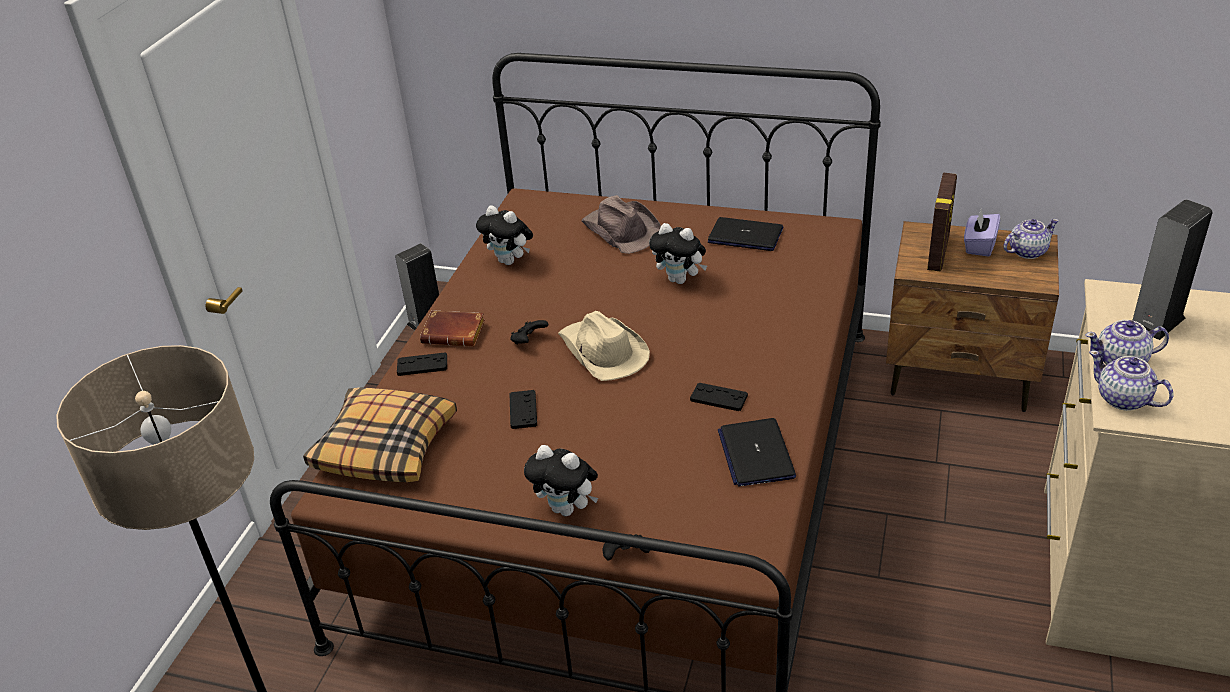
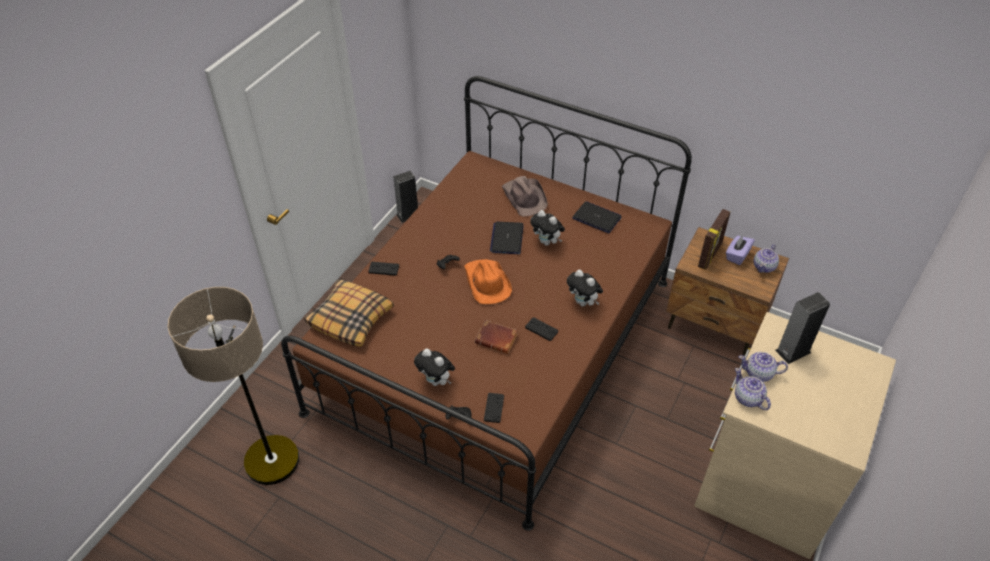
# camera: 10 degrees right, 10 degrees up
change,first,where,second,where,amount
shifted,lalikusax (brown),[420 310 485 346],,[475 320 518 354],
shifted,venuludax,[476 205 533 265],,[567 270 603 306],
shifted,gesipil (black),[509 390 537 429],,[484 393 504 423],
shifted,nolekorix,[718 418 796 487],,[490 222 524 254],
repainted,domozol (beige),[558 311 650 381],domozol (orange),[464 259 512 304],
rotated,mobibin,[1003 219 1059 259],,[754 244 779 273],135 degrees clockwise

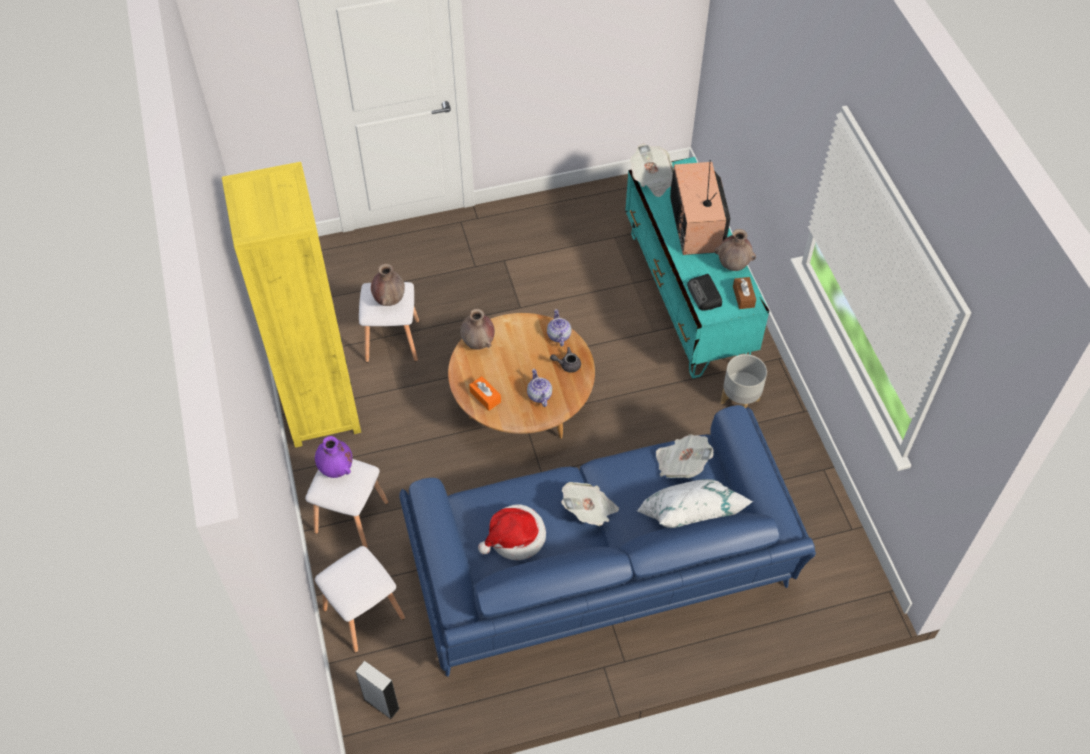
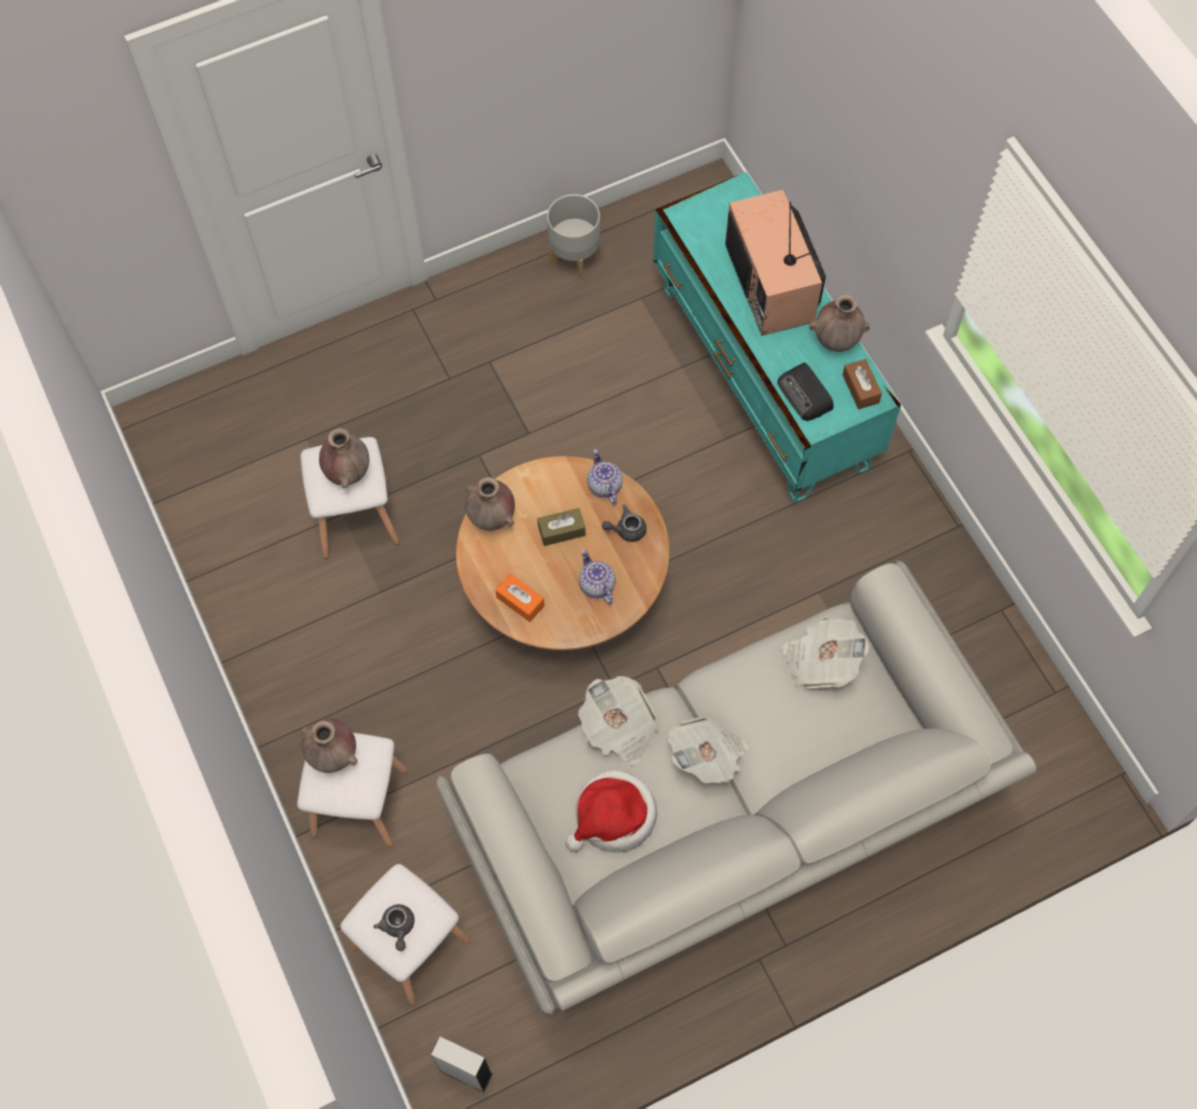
# camera: 10 degrees left, 10 degrees up
change,first,where,second,where,amount
gone,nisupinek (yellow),[222 162 361 448],,,
gone,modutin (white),[637 479 753 528],,,
new,,,mobibin (grey),[374 904 415 951],
new,,,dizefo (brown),[537 508 585 546],
shifted,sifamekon,[630 143 674 197],,[578 676 660 766],
shifted,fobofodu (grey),[721 354 767 408],,[547 194 600 279],
repainted,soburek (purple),[315 436 353 478],soburek (brown),[301 718 358 773],
repainted,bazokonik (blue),[399 405 816 677],bazokonik (grey),[436 561 1037 1016],

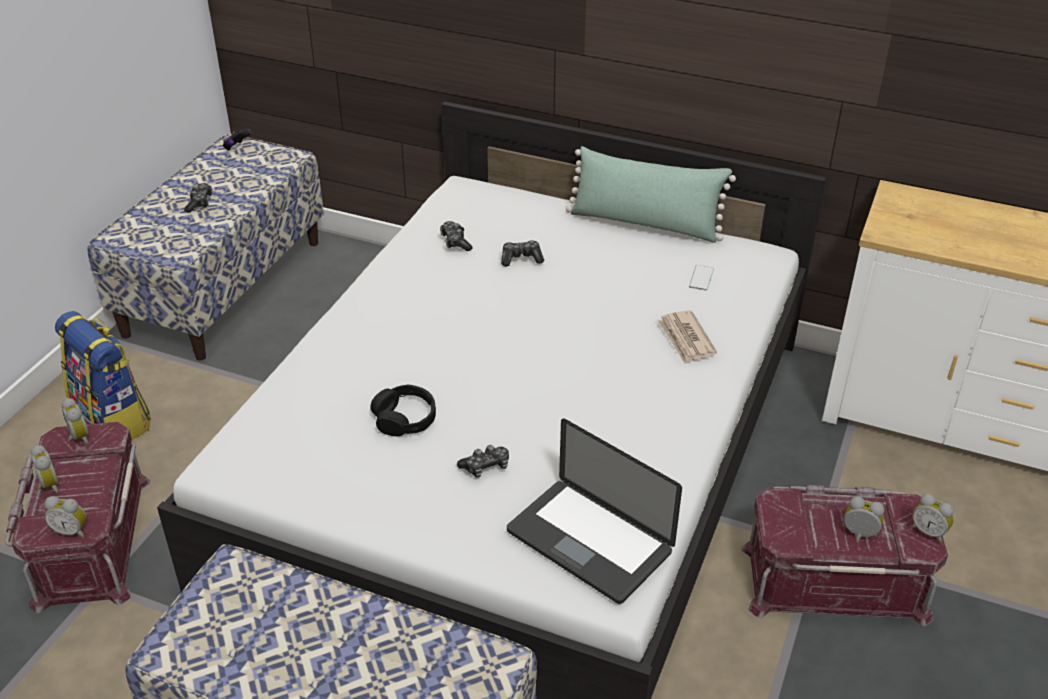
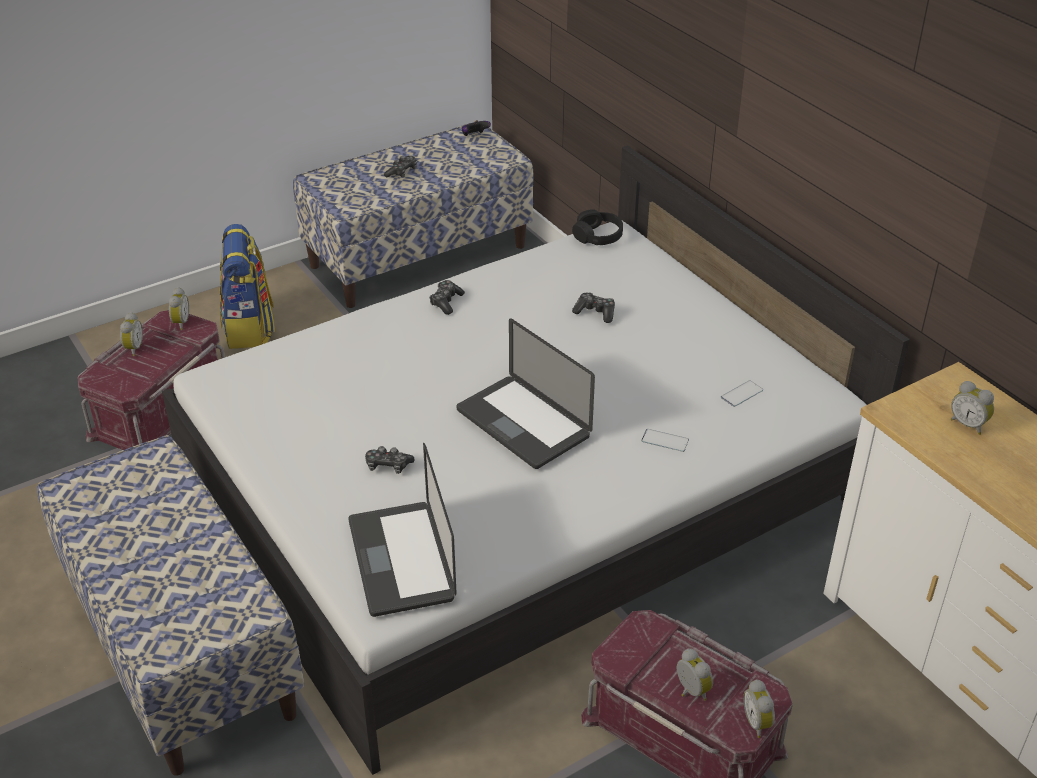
# camera: 35 degrees right, 0 degrees up
change,first,where,second,where,amount
gone,modutin (green),[566 146 736 243],,,
new,,,nolekorix,[456 319 595 469],
shifted,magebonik,[44 496 86 538],,[951 381 994 435],
shifted,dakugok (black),[371 385 436 436],,[572 209 623 245],
shifted,gesipil,[440 221 472 251],,[429 280 465 315],
swapped,sifamekon,[657 310 717 364],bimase,[641 429 689 452],

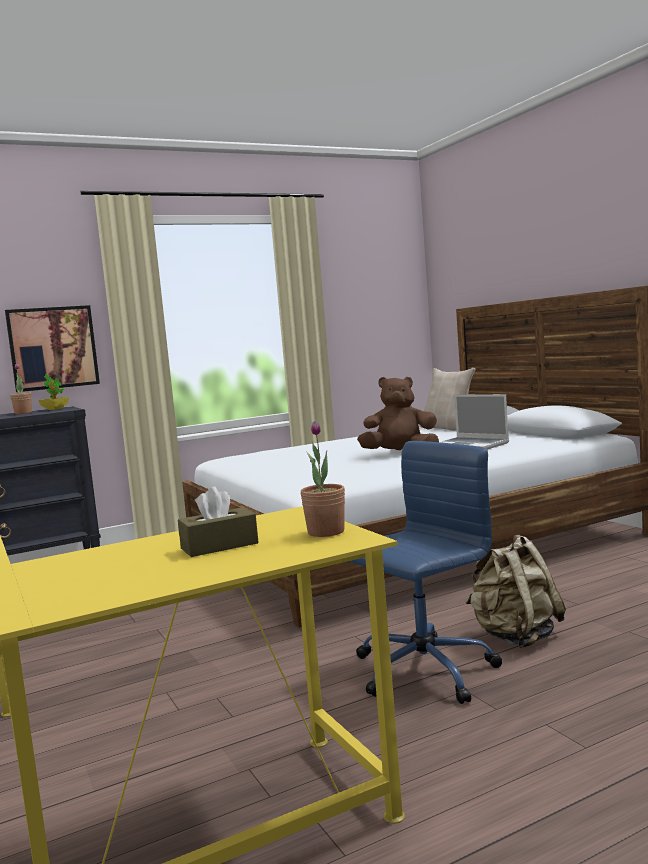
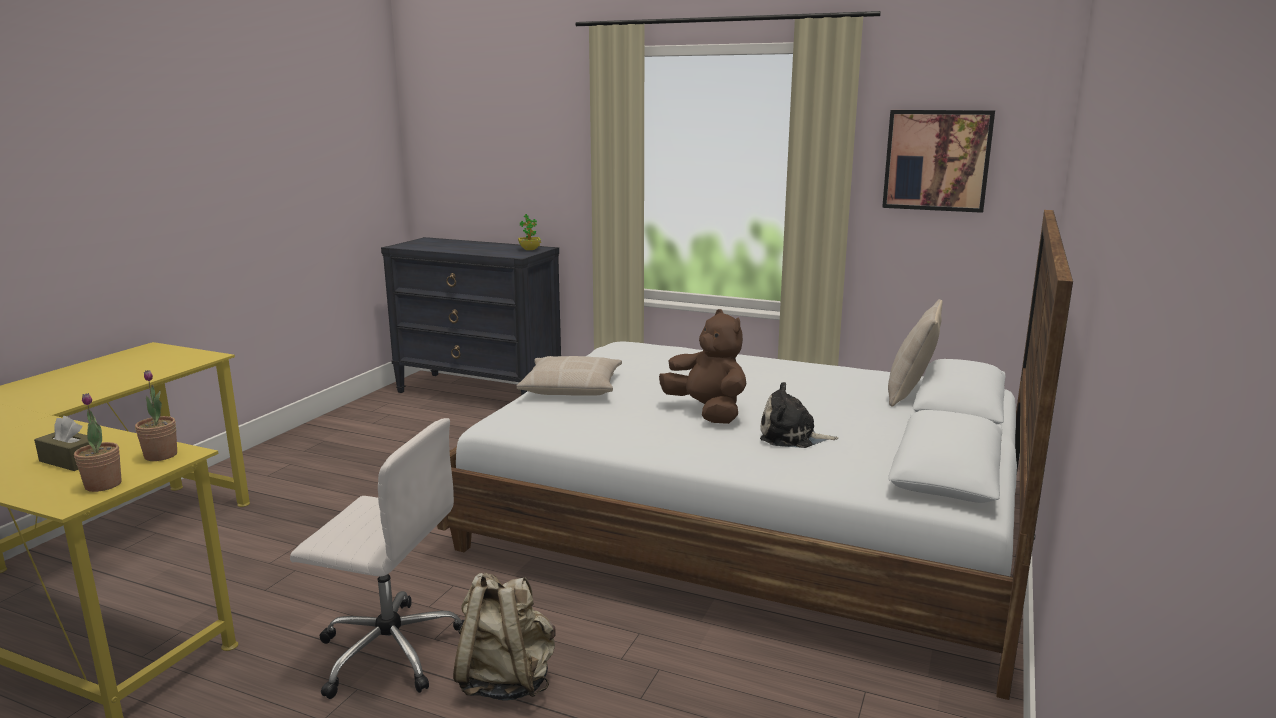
# camera: 50 degrees right, 10 degrees up
change,first,where,second,where,amount
new,,,modutin (beige),[517 356 622 396],
shifted,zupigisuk,[5 305 100 392],,[882 110 995 213],
shifted,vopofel,[10 364 32 414],,[135 370 177 461],
swapped,nolekorix,[441 394 509 450],venuludax,[760 382 838 448],
repainted,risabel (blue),[349 441 502 704],risabel (white),[290 418 464 699],

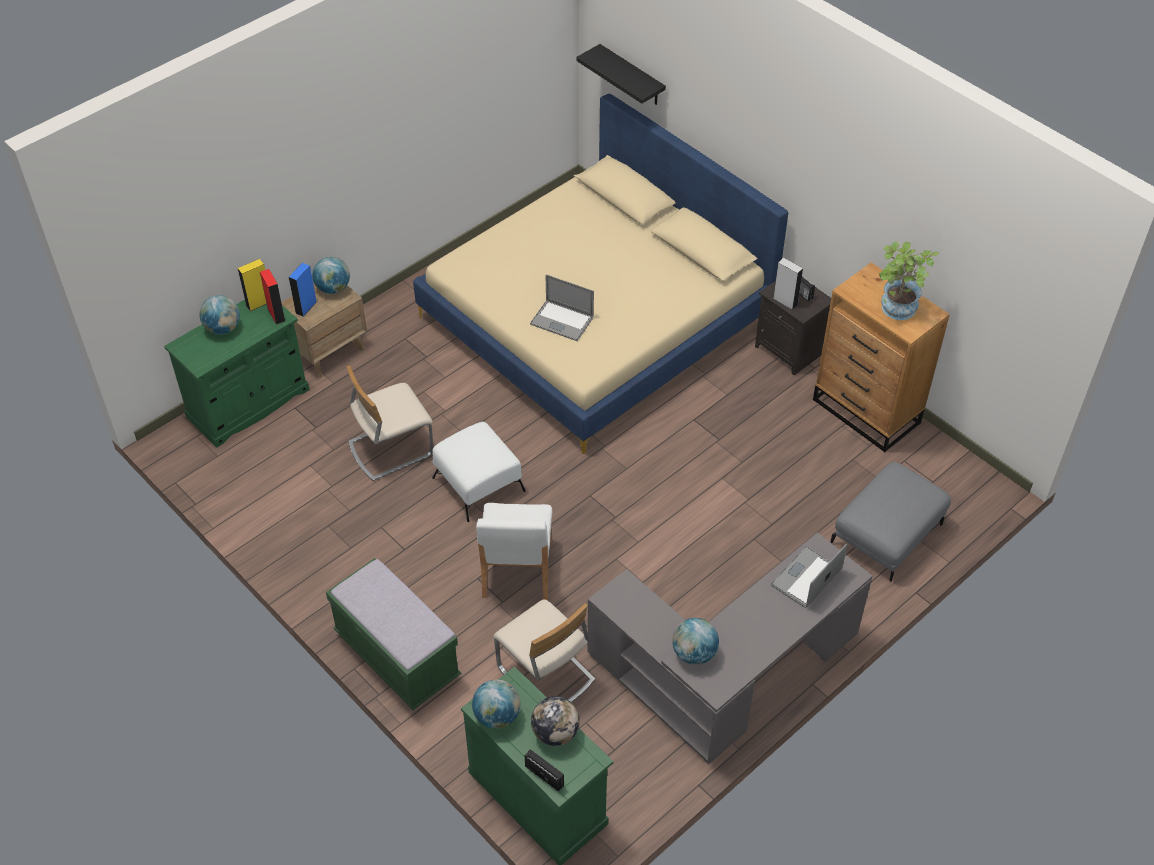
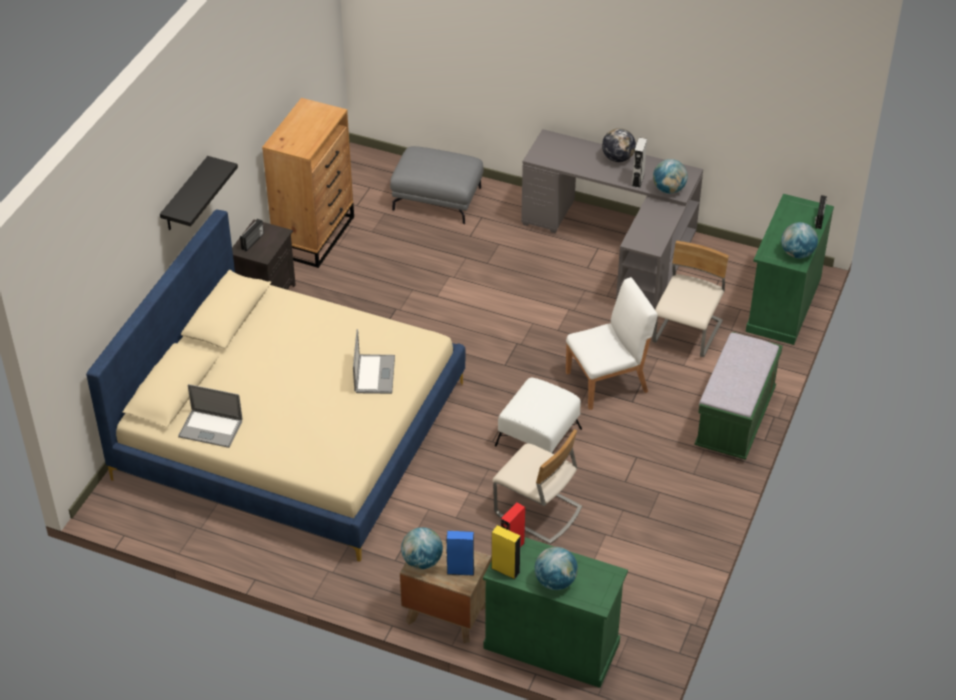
# camera: 115 degrees left, 5 degrees down
change,first,where,second,where,amount
gone,vopofel,[879 241 939 320],,,
shifted,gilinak,[531 696 580 746],,[602 128 636 162],
shifted,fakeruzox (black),[576 44 666 105],,[160 156 238 230],
shifted,nolekorix,[771 543 847 608],,[178 384 242 448],
shifted,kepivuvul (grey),[773 258 803 310],,[631 137 647 188],

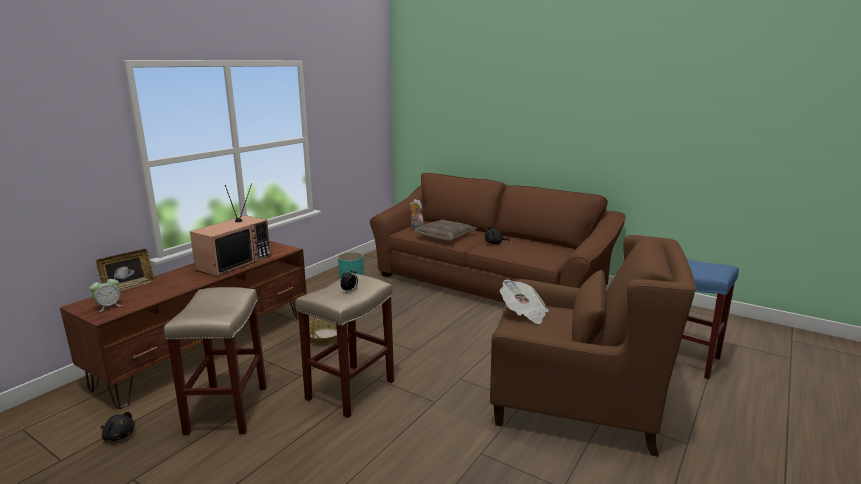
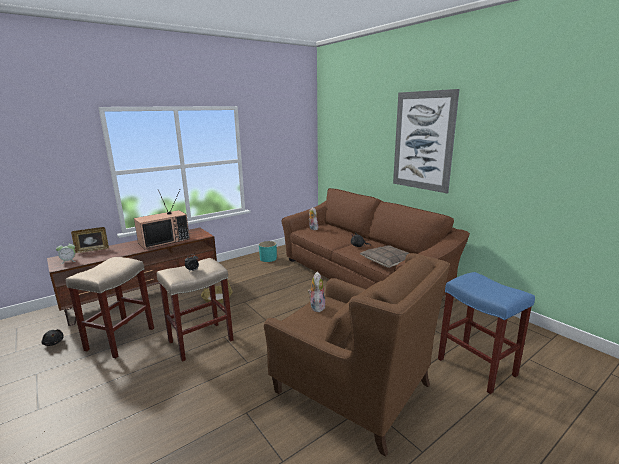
# camera: 20 degrees right, 0 degrees up
change,first,where,second,where,amount
new,,,zupigisuk,[393 89 460 193],
shifted,modutin,[414 220 477 241],,[360 245 409 268],
swapped,sifamekon,[500 279 549 324],venuludax,[308 271 326 312],

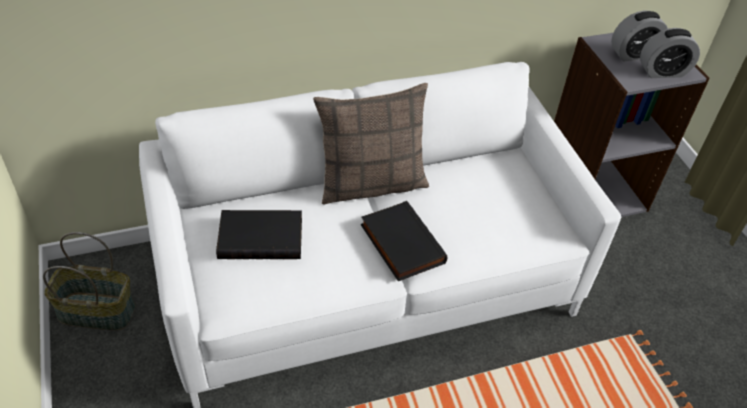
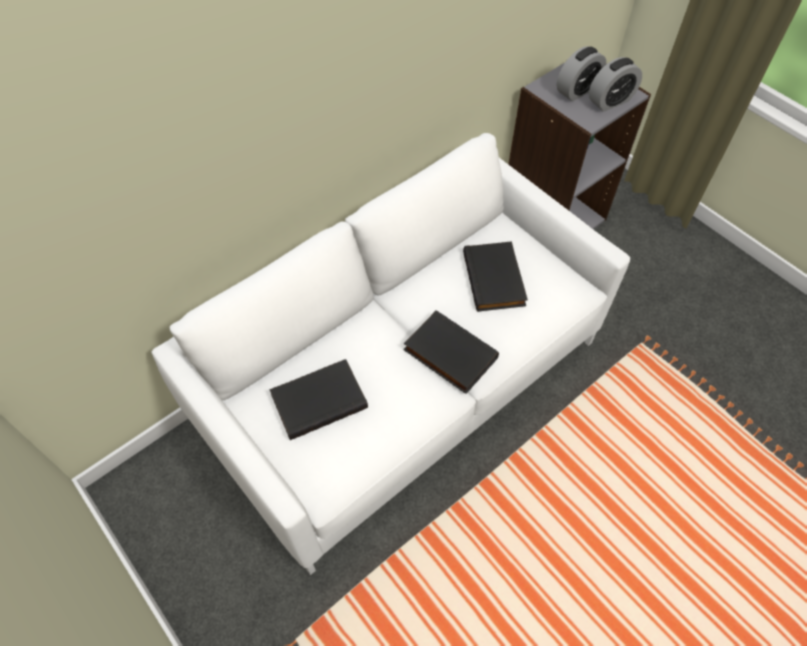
# camera: 20 degrees left, 10 degrees up
change,first,where,second,where,amount
gone,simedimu,[43 232 136 330],,,
gone,modutin,[313 83 429 205],,,
new,,,lalikusax (black),[463 241 528 312],

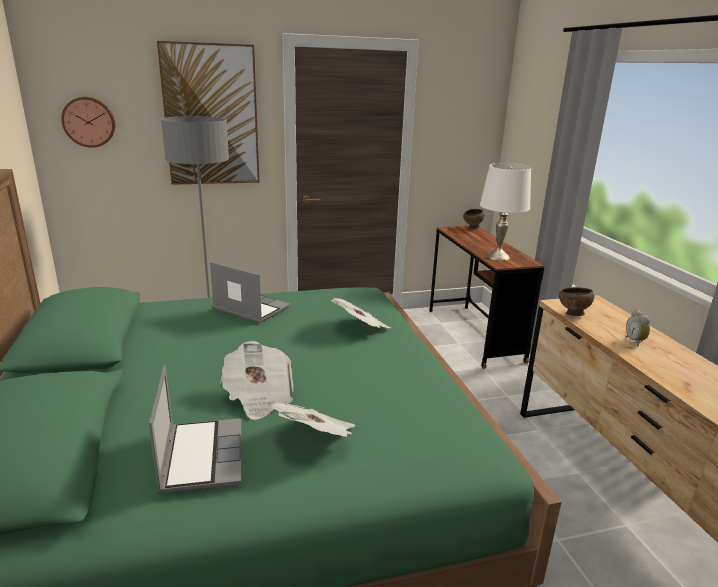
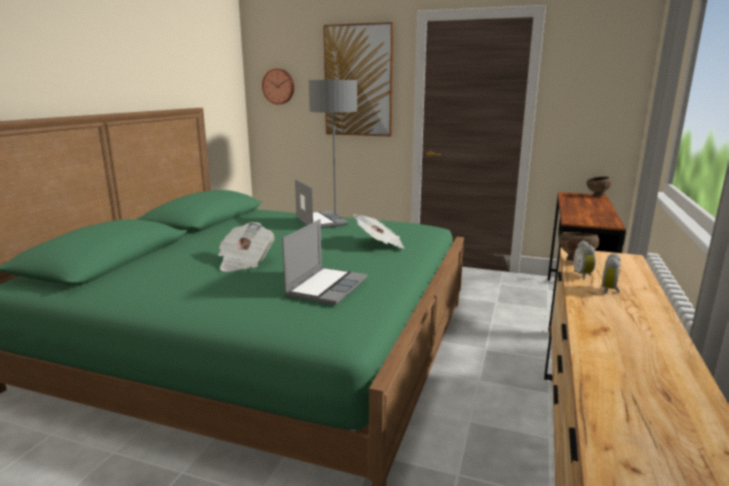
# camera: 35 degrees right, 5 degrees down
change,first,where,second,where,amount
gone,sifamekon,[271 402 356 437],,,
gone,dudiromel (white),[480 163 531 261],,,
new,,,magebonik,[573 241 596 280],
shifted,nolekorix,[149 365 241 493],,[282 219 367 305],

